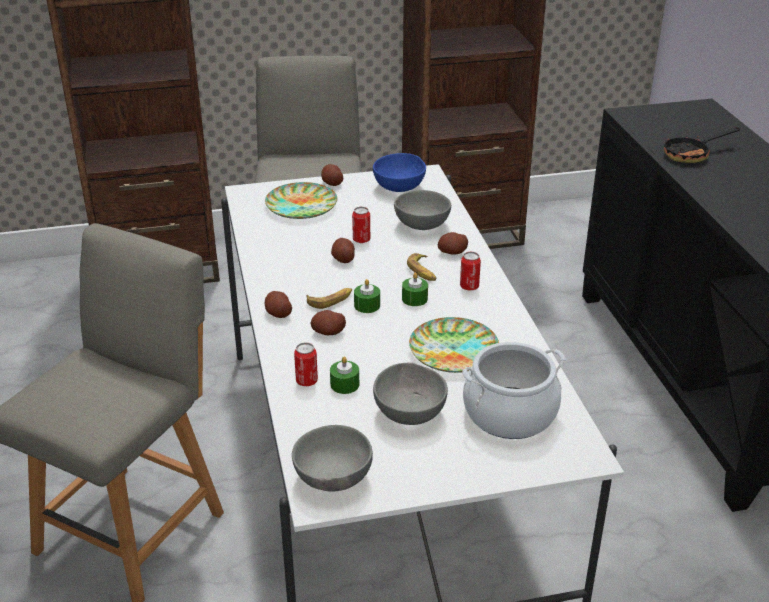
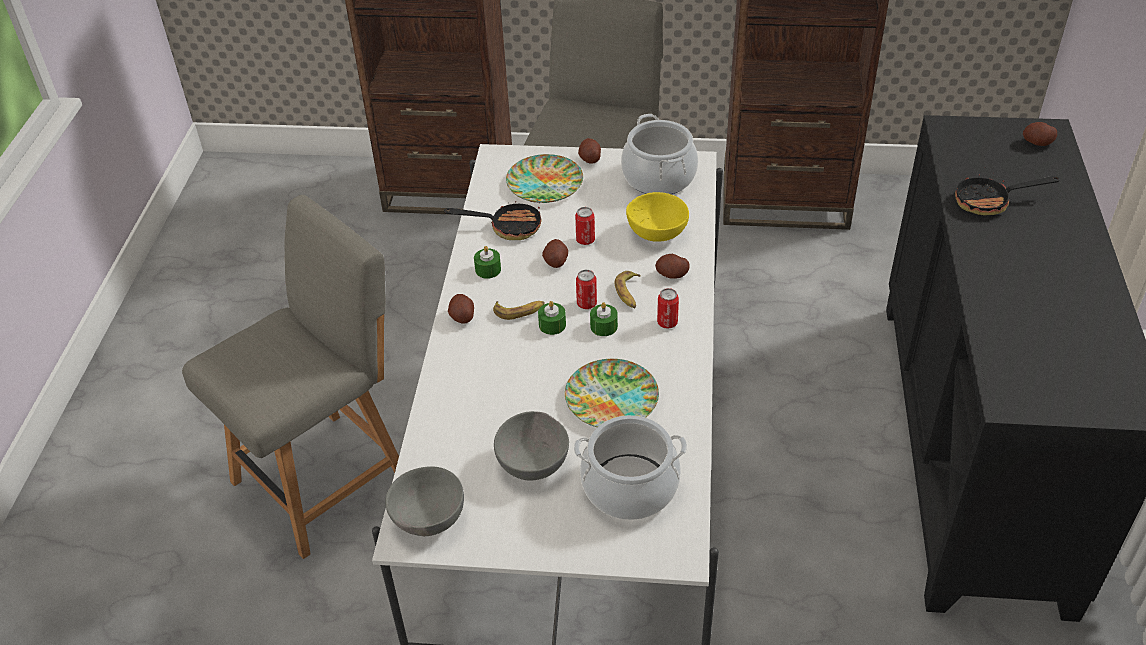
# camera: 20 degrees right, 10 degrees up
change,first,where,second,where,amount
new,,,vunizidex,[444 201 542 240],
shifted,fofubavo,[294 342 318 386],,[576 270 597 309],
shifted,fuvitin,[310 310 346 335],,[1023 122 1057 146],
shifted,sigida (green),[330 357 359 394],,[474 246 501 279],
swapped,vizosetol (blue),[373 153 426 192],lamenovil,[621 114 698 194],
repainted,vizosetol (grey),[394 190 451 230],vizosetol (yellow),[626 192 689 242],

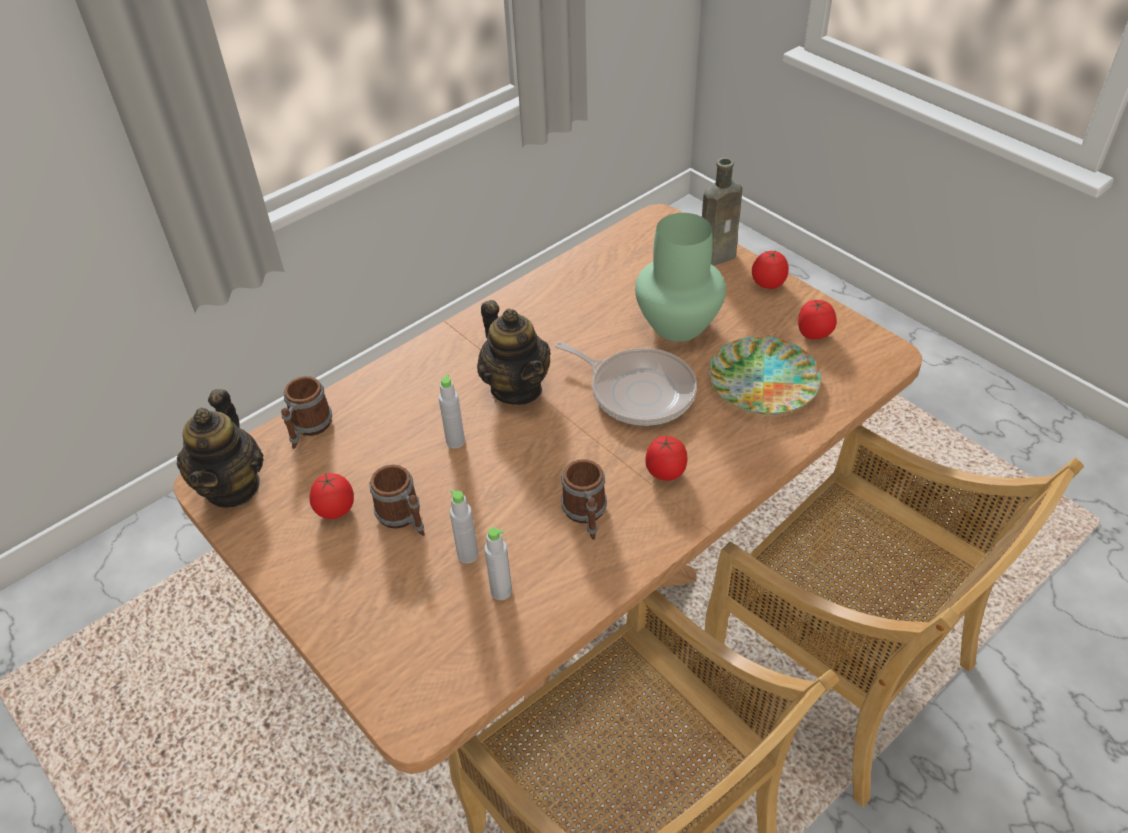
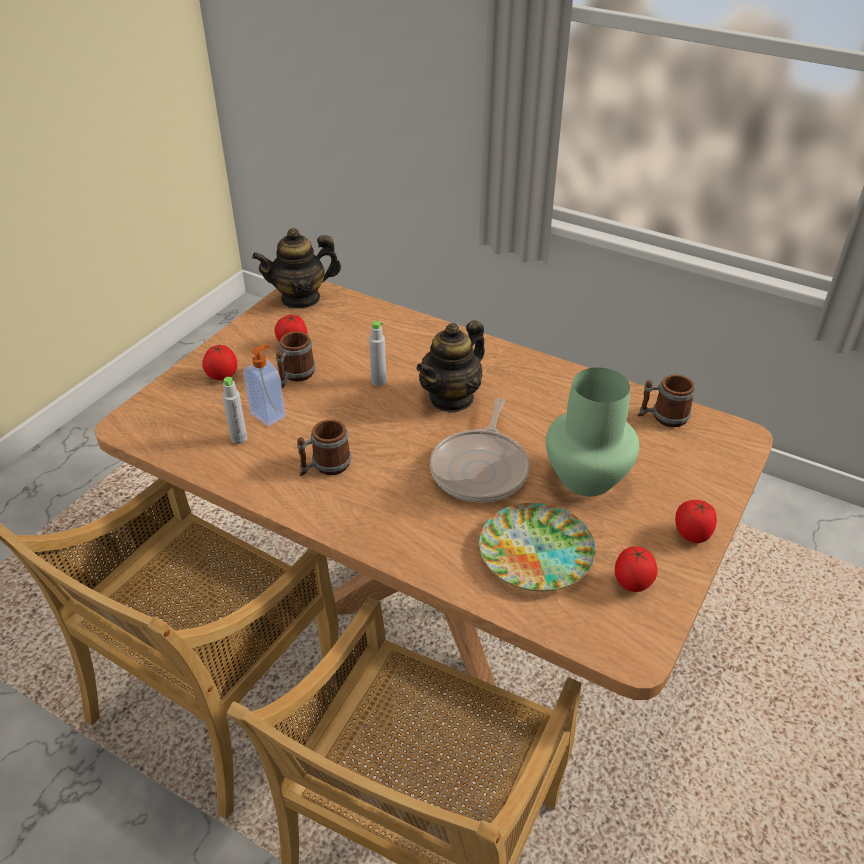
# camera: 70 degrees right, 5 degrees down
change,first,where,second,where,amount
gone,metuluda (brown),[702 158 742 266],,,
shifted,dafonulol,[281 376 332 449],,[638 374 695 427],
shifted,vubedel,[645 436 688 481],,[202 344 237 380],
swapped,metuluda (grey),[450 489 478 563],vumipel,[243 345 286 426],

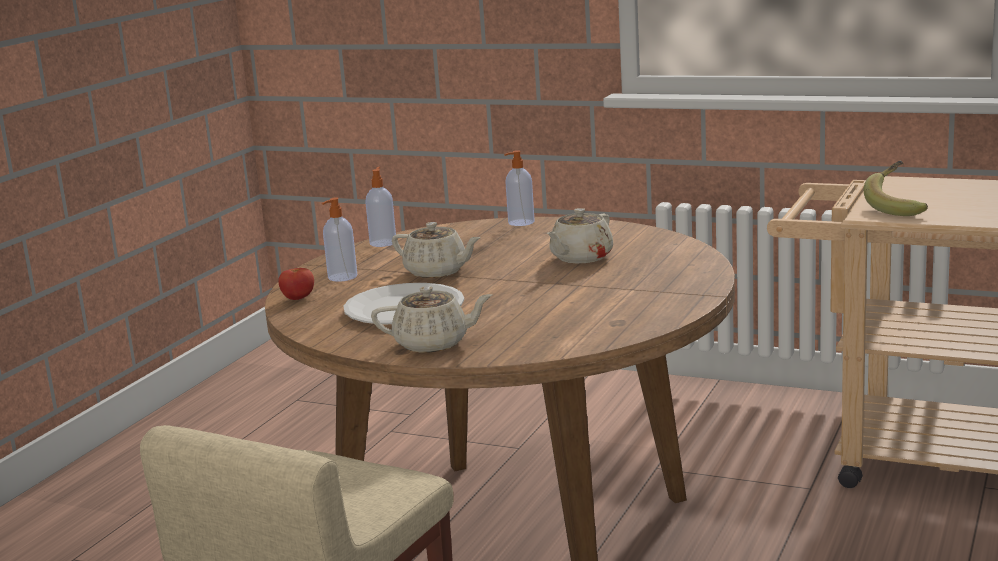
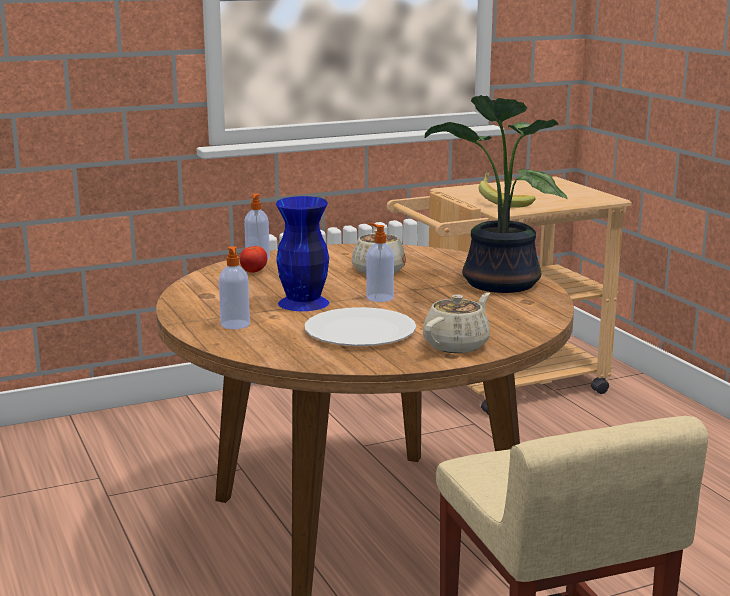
# camera: 50 degrees left, 0 degrees up
change,first,where,second,where,amount
new,,,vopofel,[425 95 568 293],
shifted,vubedel,[278 268 314 300],,[239 246 267 273],
shifted,vumipel,[365 167 396 247],,[367 223 394 302],
swapped,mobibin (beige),[392 222 481 278],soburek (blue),[276 196 329 311],

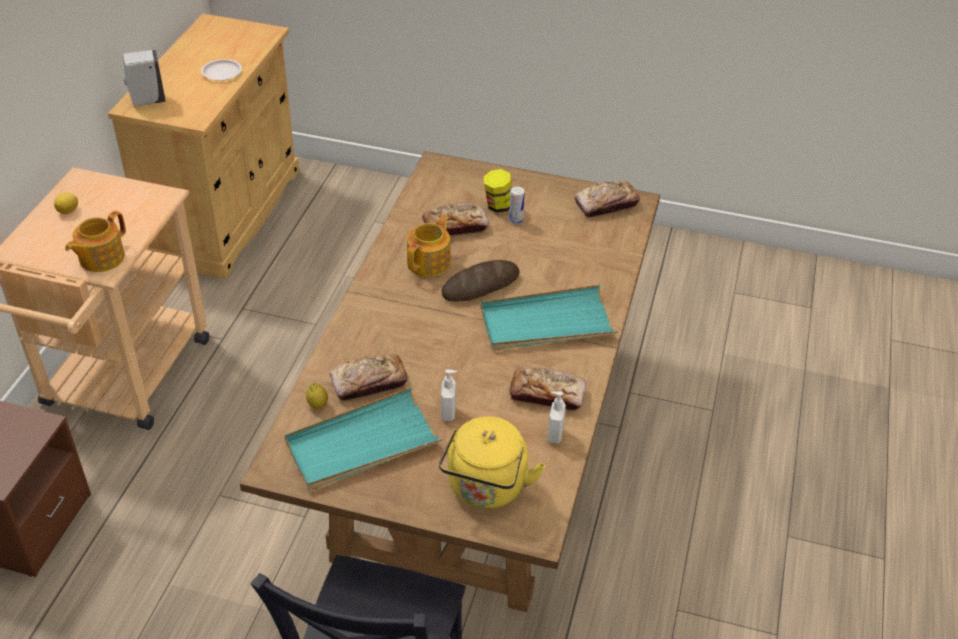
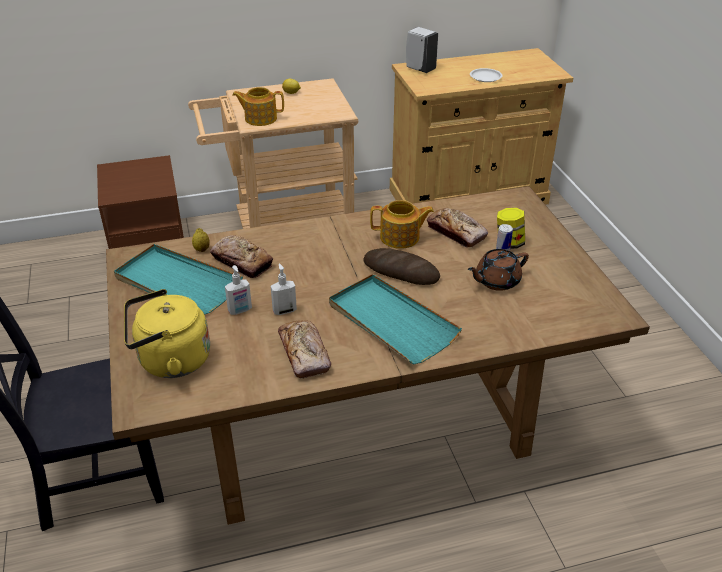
# camera: 60 degrees right, 5 degrees down
change,first,where,second,where,amount
gone,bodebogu,[574 181 640 217],,,
new,,,mobibin (brown),[468 249 529 291],
shifted,vumipel,[547 391 566 444],,[271 263 297 315],

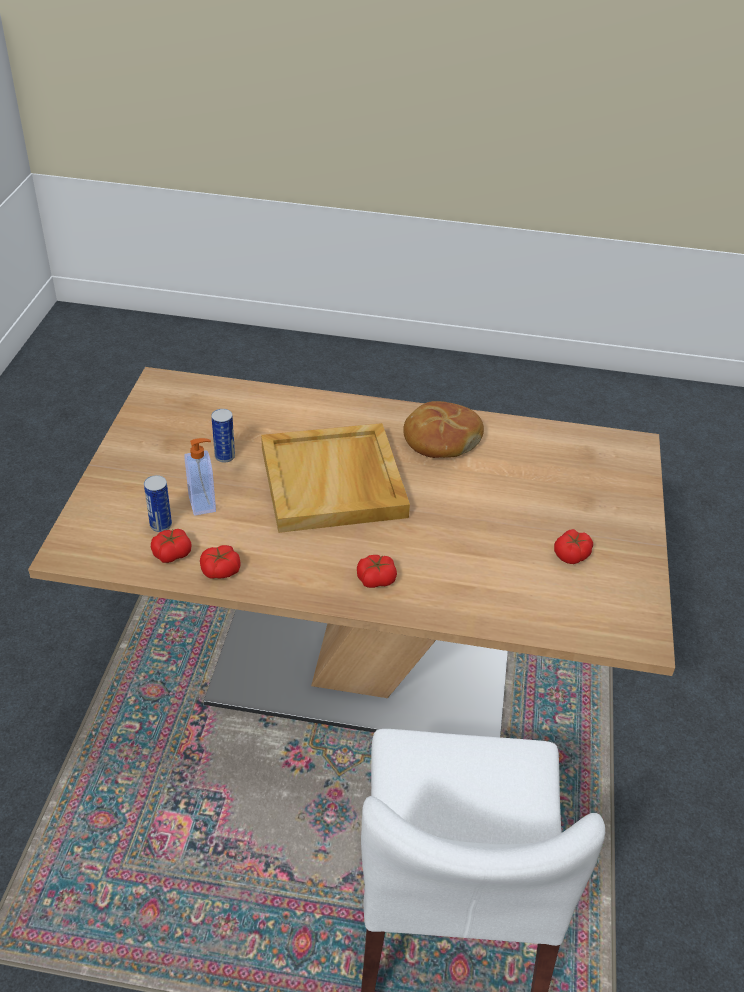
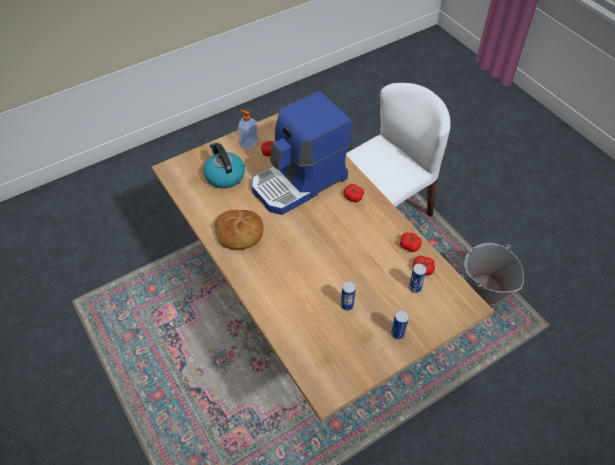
# camera: 130 degrees left, 10 degrees up
change,first,where,second,where,amount
gone,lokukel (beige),[261 423 410 533],,,
new,,,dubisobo,[203 143 245 189],
new,,,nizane,[252 91 352 215],
new,,,fofubavo,[391 310 409 340],
new,,,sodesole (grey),[464 243 524 308],
shifted,vumipel,[184 438 216 516],,[238 110 258 150],

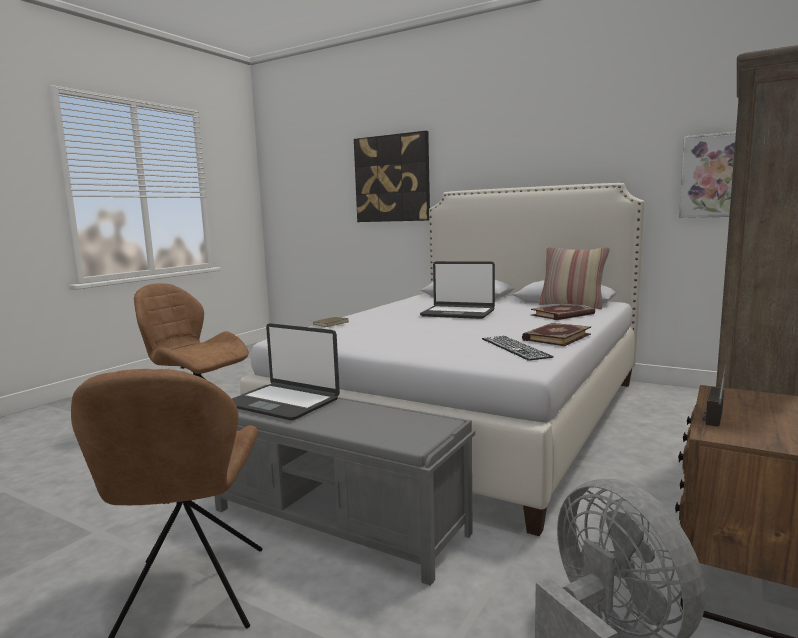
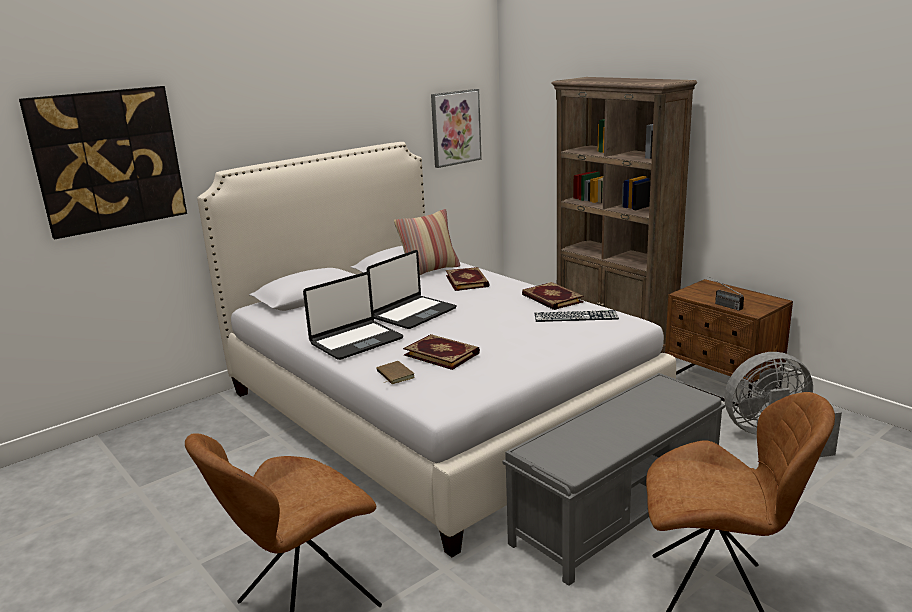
# camera: 70 degrees left, 10 degrees up
change,first,where,second,where,amount
new,,,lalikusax,[403 334 480 370],
shifted,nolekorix,[232 323 340 421],,[303 272 403 360],

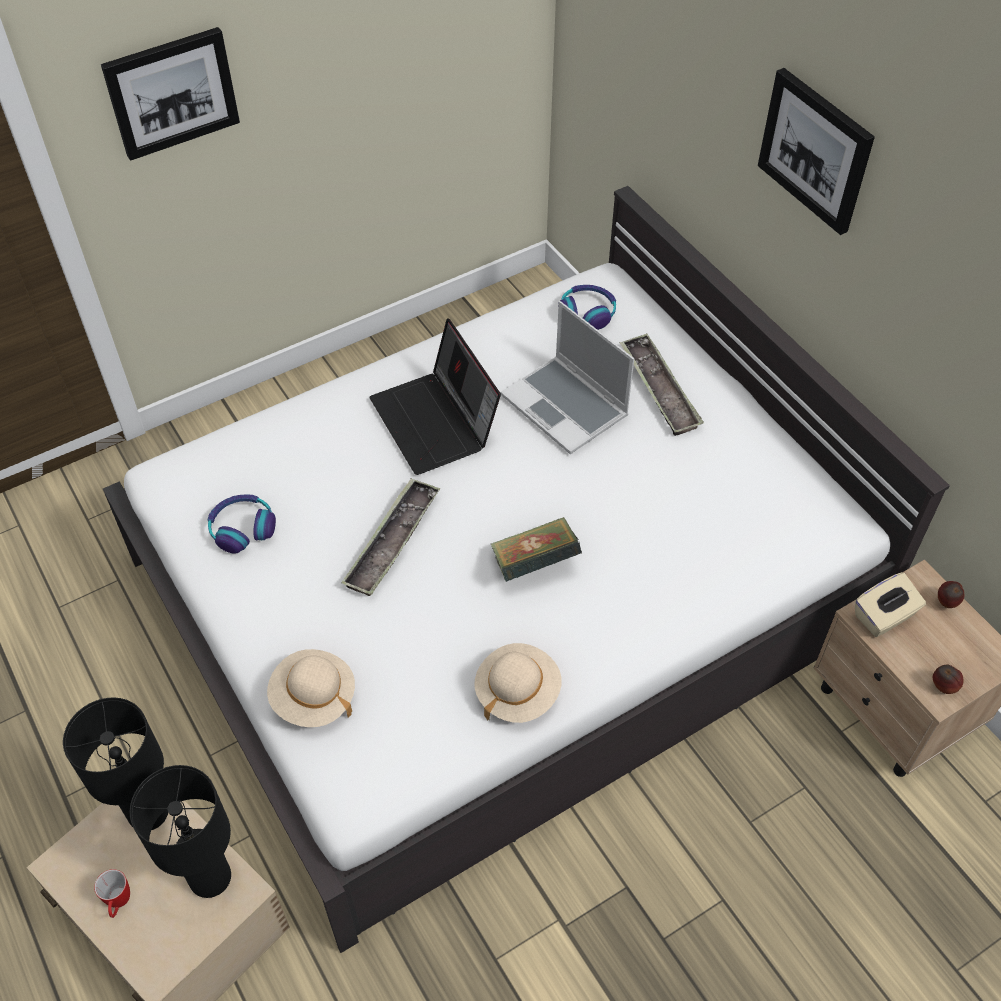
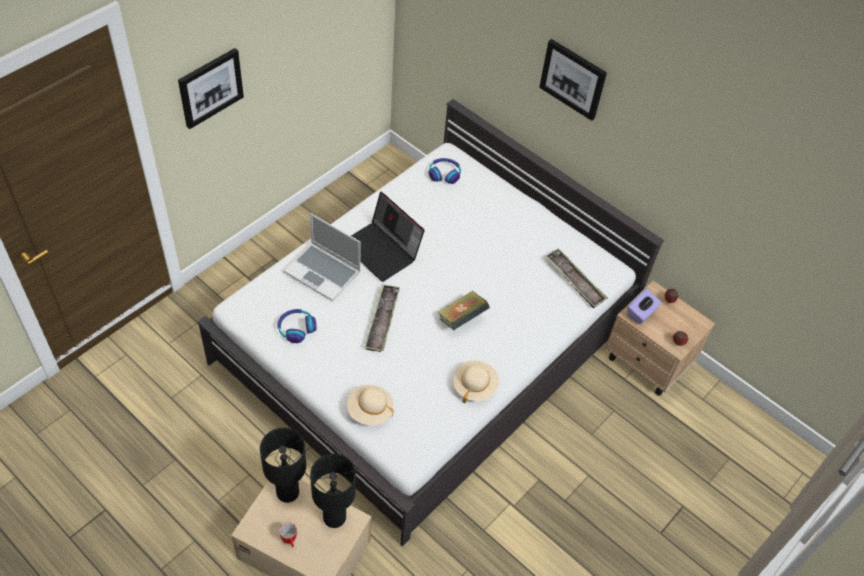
# camera: 20 degrees left, 0 degrees up
change,first,where,second,where,amount
shifted,nolekorix,[501 301 634 454],,[284 213 361 301],
shifted,lokukel,[620 334 704 436],,[545 248 608 308],
repainted,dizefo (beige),[855 572 926 637],dizefo (purple),[627 289 661 324],

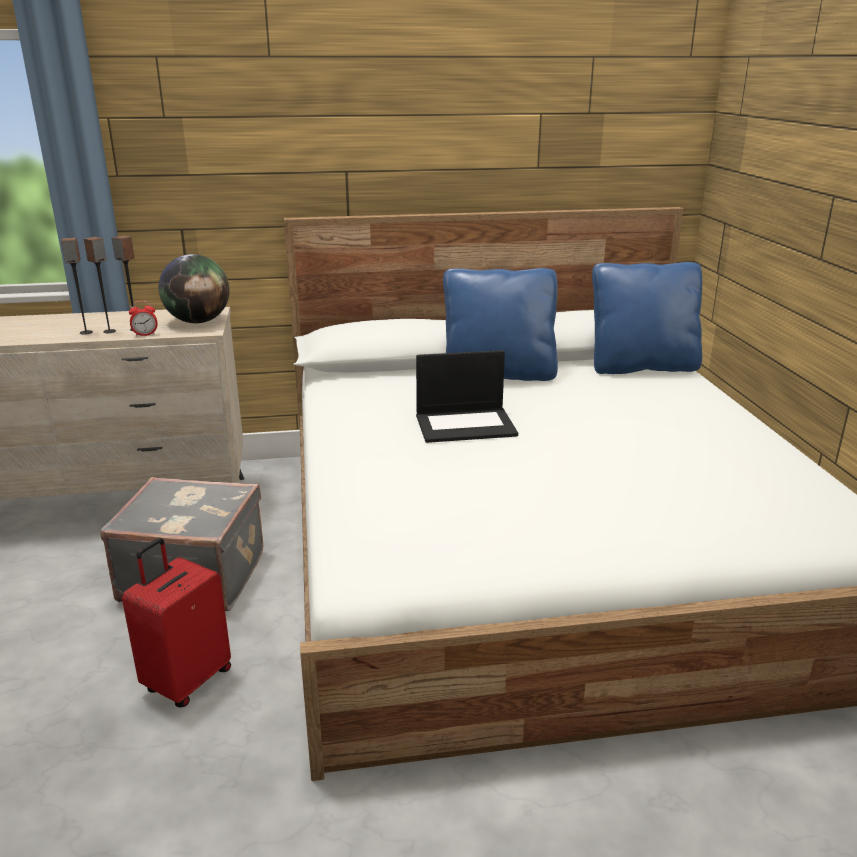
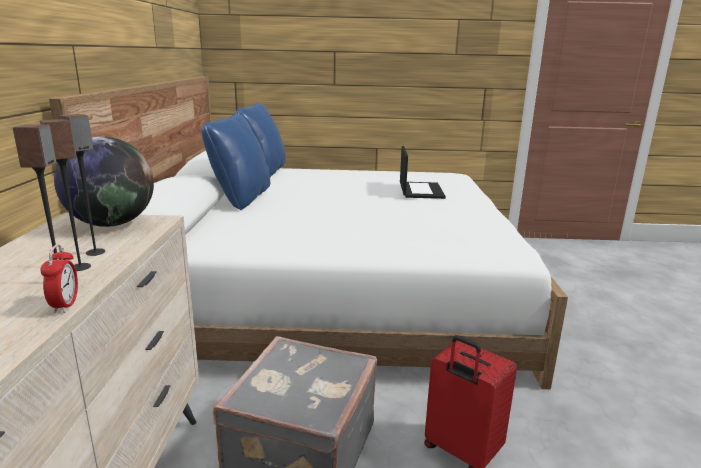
# camera: 80 degrees left, 5 degrees down
change,first,where,second,where,amount
shifted,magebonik,[129 301 158 337],,[40 244 78 314],
shifted,nolekorix,[416 350 518 443],,[400 146 446 199],

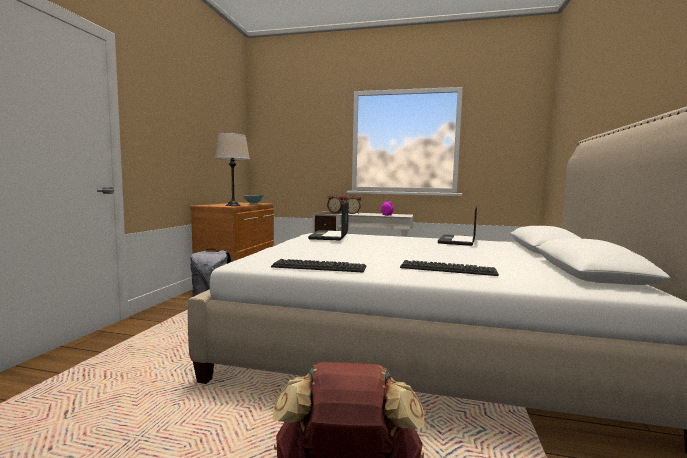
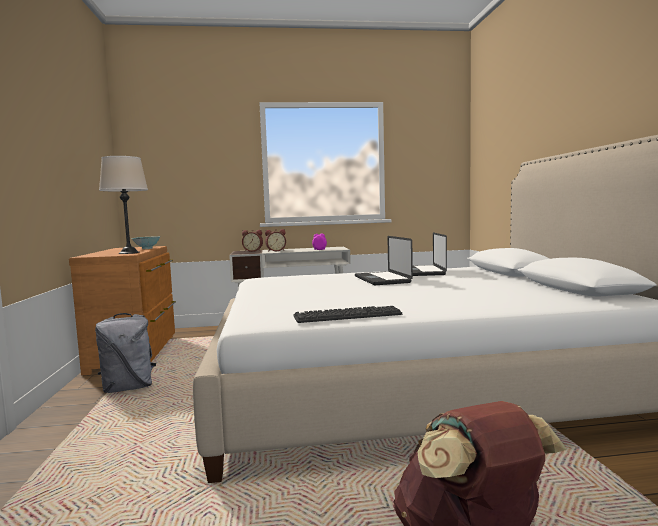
# camera: 20 degrees left, 0 degrees up
change,first,where,second,where,amount
gone,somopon,[400 260 499 276],,,
shifted,nolekorix,[308 201 349 240],,[355 236 413 285],

